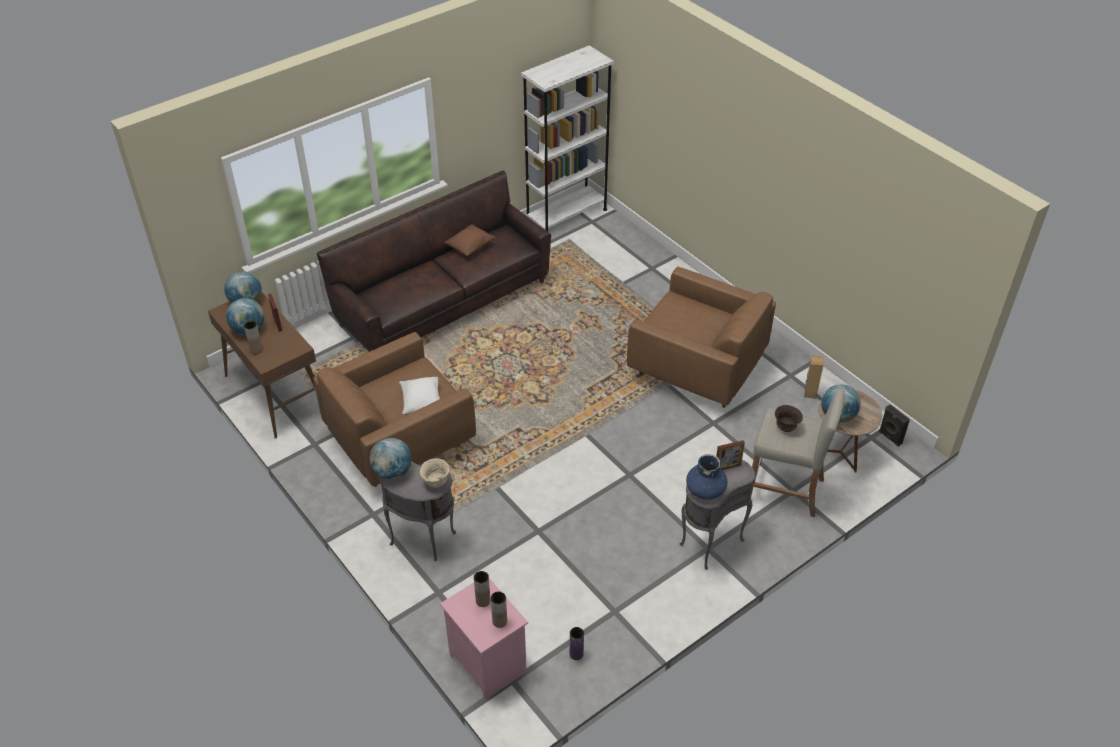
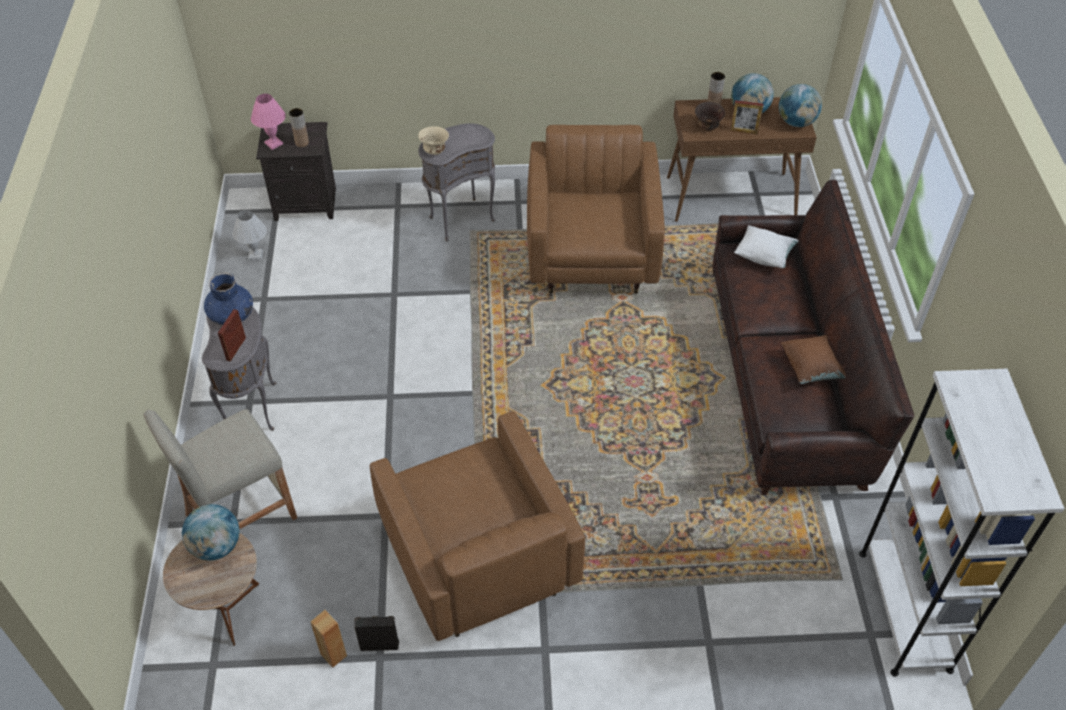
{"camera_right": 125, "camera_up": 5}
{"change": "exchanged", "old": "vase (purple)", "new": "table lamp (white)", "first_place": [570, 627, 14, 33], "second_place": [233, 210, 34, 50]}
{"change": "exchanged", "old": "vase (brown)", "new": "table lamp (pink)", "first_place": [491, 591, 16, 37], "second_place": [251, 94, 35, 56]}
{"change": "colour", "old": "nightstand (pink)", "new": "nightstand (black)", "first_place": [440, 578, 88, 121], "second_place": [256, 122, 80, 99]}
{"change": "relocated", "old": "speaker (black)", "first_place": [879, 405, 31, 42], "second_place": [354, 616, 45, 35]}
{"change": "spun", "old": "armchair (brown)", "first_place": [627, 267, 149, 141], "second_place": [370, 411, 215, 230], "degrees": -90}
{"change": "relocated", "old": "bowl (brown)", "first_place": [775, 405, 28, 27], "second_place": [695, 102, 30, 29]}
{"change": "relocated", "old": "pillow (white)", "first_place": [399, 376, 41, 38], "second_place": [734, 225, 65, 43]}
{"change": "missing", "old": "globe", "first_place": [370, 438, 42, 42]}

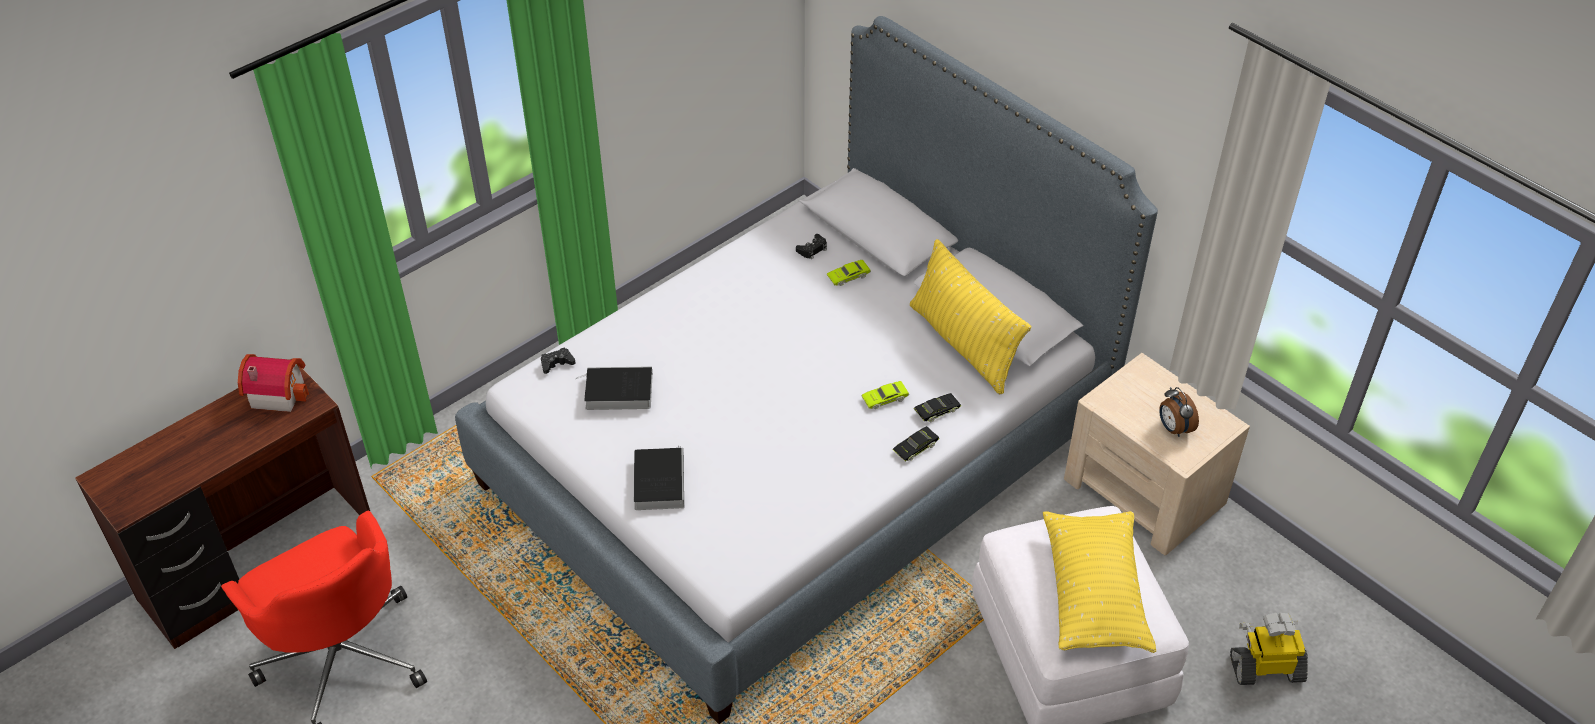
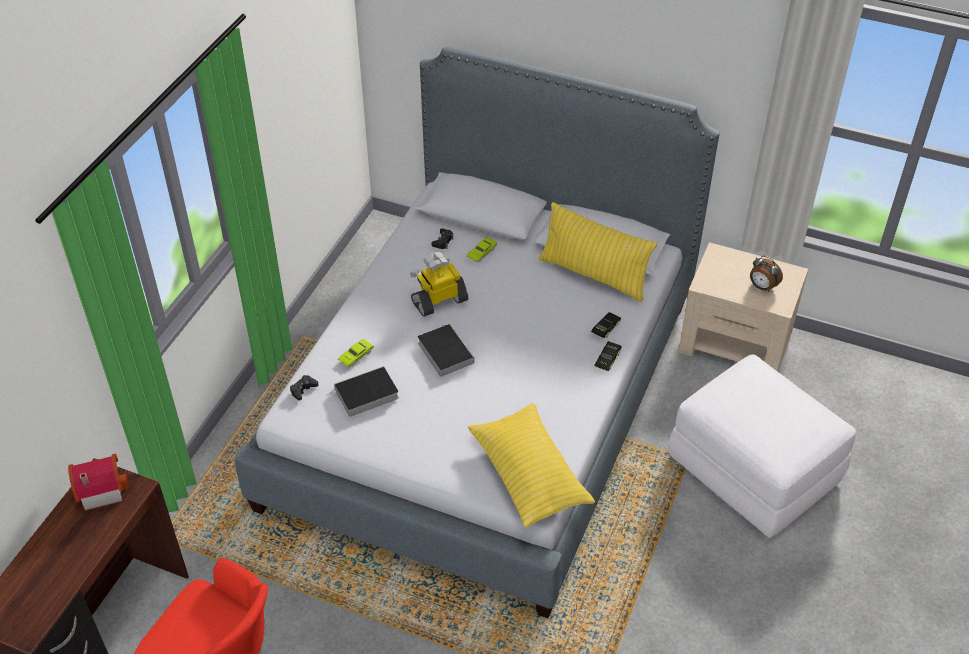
{"camera_right": -25, "camera_up": 0}
{"change": "relocated", "old": "toy car (green)", "first_place": [861, 381, 48, 28], "second_place": [338, 339, 36, 28]}
{"change": "relocated", "old": "toy robot", "first_place": [1230, 613, 78, 72], "second_place": [410, 252, 58, 65]}
{"change": "relocated", "old": "book", "first_place": [634, 446, 50, 64], "second_place": [418, 324, 56, 53]}
{"change": "relocated", "old": "pillow (yellow)", "first_place": [1043, 511, 113, 142], "second_place": [468, 403, 127, 124]}

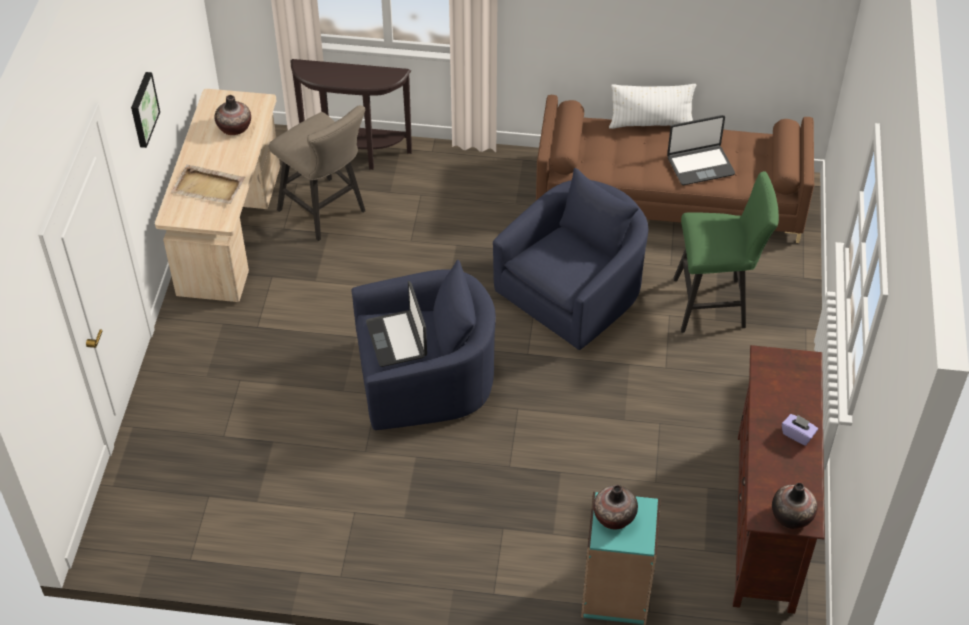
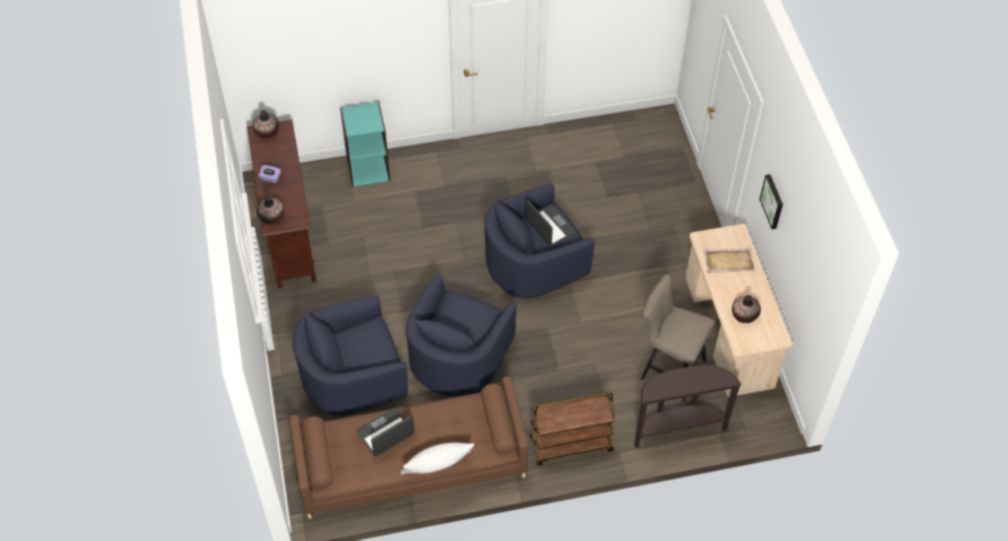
{"camera_right": 160, "camera_up": 5}
{"change": "relocated", "old": "vase", "first_place": [594, 485, 44, 44], "second_place": [257, 195, 28, 29]}
{"change": "exchanged", "old": "stool (green)", "new": "armchair (blue)", "first_place": [673, 171, 106, 162], "second_place": [293, 296, 115, 120]}
{"change": "appeared", "new": "cart (brown)", "second_place": [529, 393, 86, 73]}

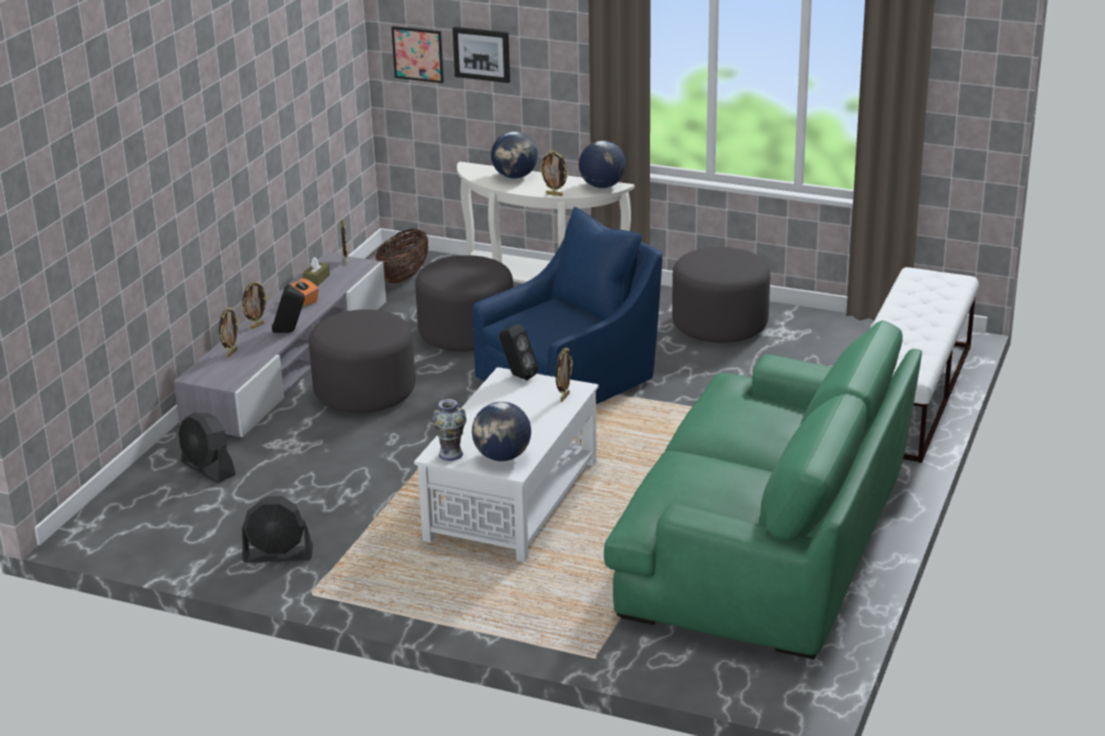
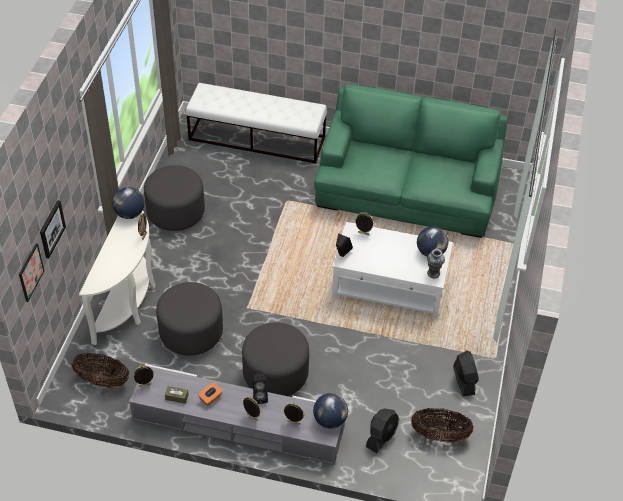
{"camera_right": -100, "camera_up": 20}
{"change": "relocated", "old": "globe", "first_place": [491, 131, 47, 48], "second_place": [313, 393, 35, 36]}
{"change": "appeared", "new": "basket", "second_place": [411, 408, 63, 34]}
{"change": "missing", "old": "armchair (blue)", "first_place": [473, 207, 190, 197]}

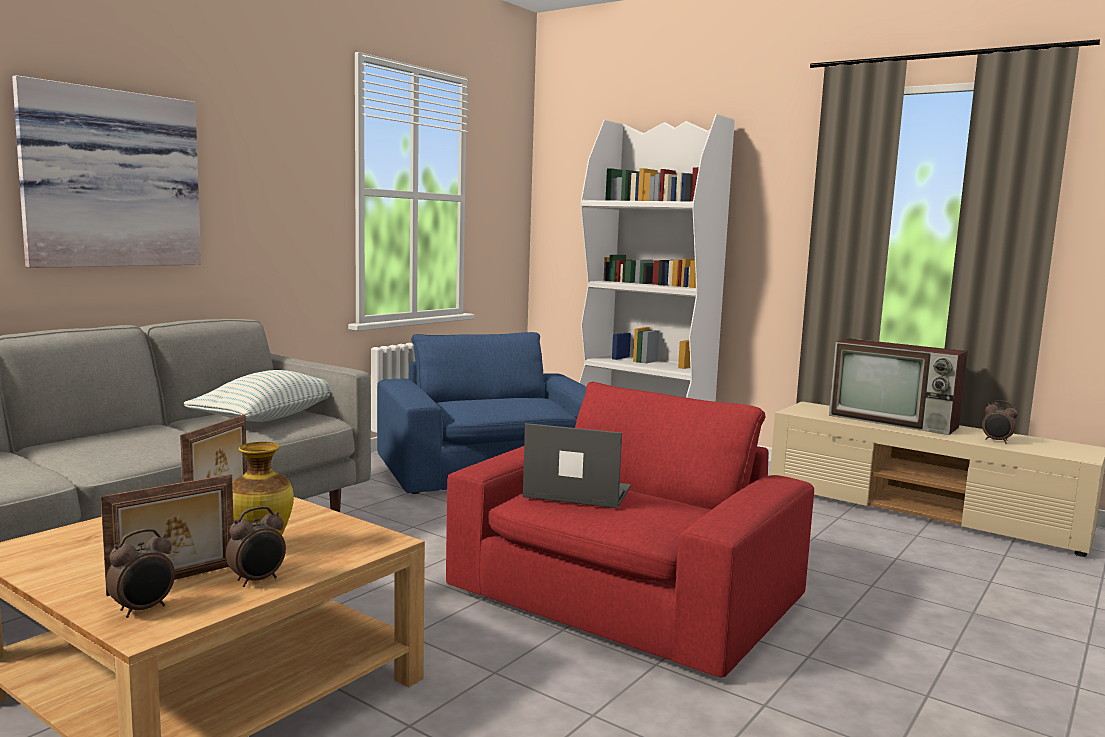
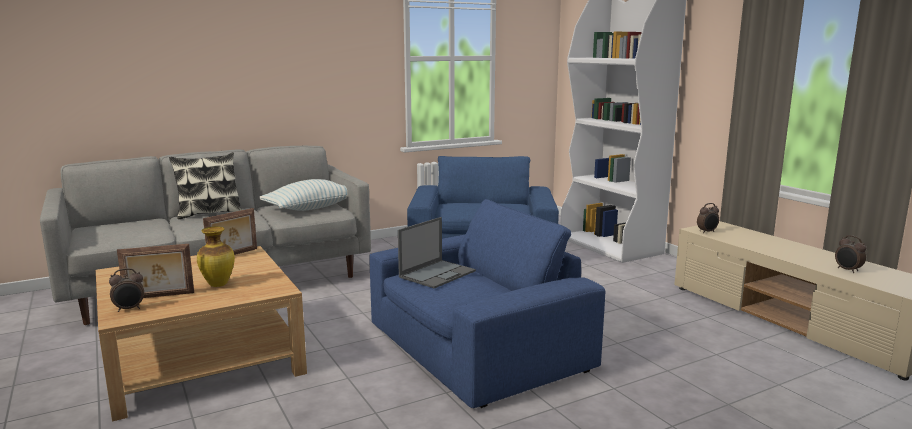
{"camera_right": 25, "camera_up": 5}
{"change": "appeared", "new": "pillow", "second_place": [169, 152, 74, 67]}
{"change": "colour", "old": "armchair (red)", "new": "armchair (blue)", "first_place": [446, 382, 368, 295], "second_place": [369, 199, 236, 209]}
{"change": "spun", "old": "laptop", "first_place": [523, 423, 108, 85], "second_place": [398, 217, 78, 72], "degrees": 90}
{"change": "relocated", "old": "alarm clock", "first_place": [226, 506, 60, 81], "second_place": [697, 203, 22, 30]}
{"change": "missing", "old": "picture", "first_place": [12, 75, 189, 193]}
{"change": "missing", "old": "television", "first_place": [829, 338, 139, 97]}

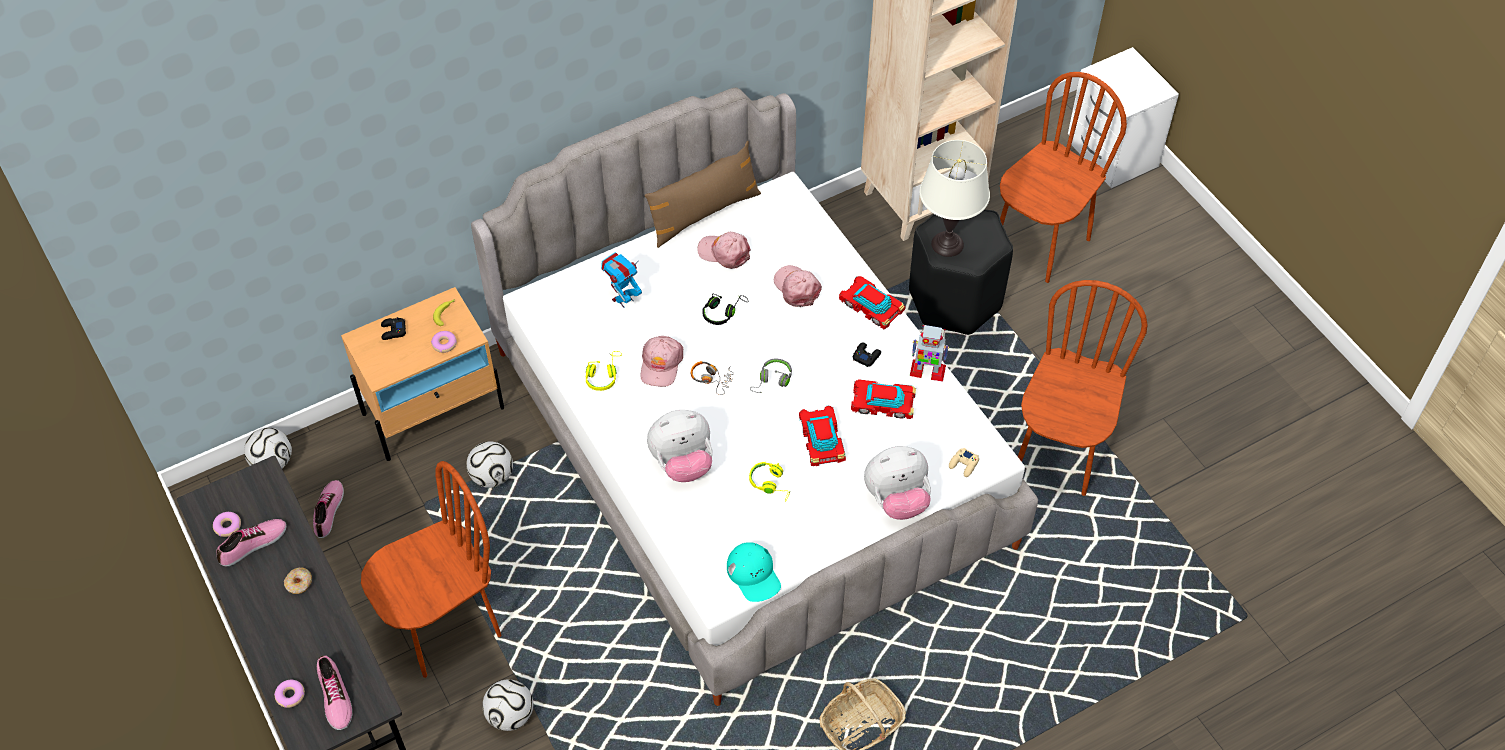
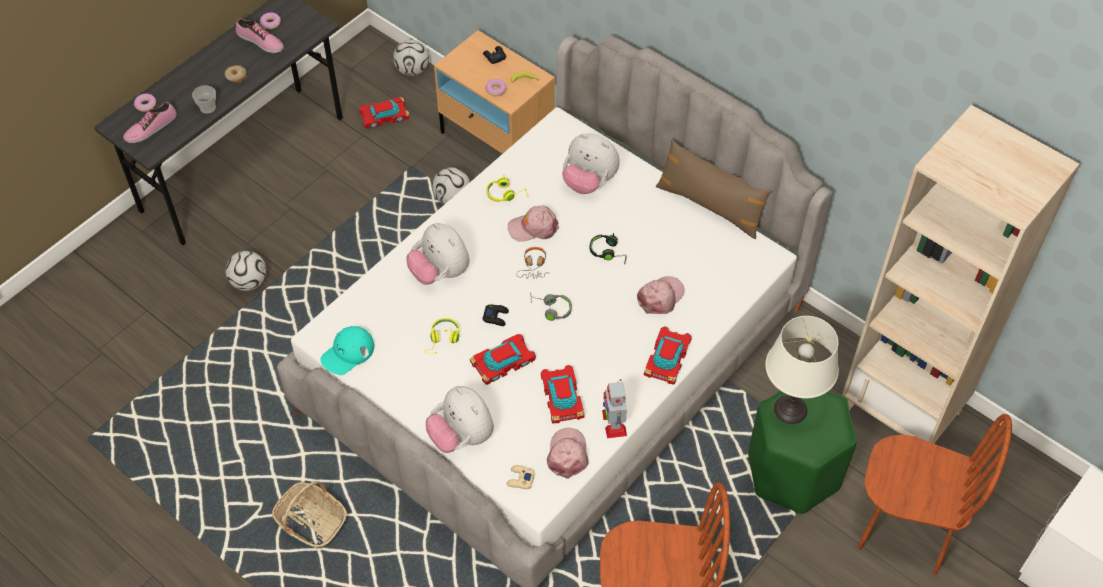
{"camera_right": 70, "camera_up": 0}
{"change": "appeared", "new": "cup", "second_place": [192, 85, 24, 29]}
{"change": "exchanged", "old": "shoe", "new": "toy car", "first_place": [313, 480, 31, 58], "second_place": [359, 97, 51, 32]}
{"change": "relocated", "old": "game controller (black)", "first_place": [853, 342, 28, 25], "second_place": [482, 305, 27, 21]}
{"change": "relocated", "old": "cap (pink)", "first_place": [697, 232, 54, 37], "second_place": [547, 428, 42, 51]}
{"change": "exchanged", "old": "toy robot", "new": "plush toy", "first_place": [601, 252, 41, 56], "second_place": [562, 133, 58, 61]}
{"change": "colour", "old": "stool (black)", "new": "stool (green)", "first_place": [909, 209, 104, 126], "second_place": [748, 391, 109, 123]}
{"change": "missing", "old": "chair (brown)", "first_place": [361, 461, 140, 217]}

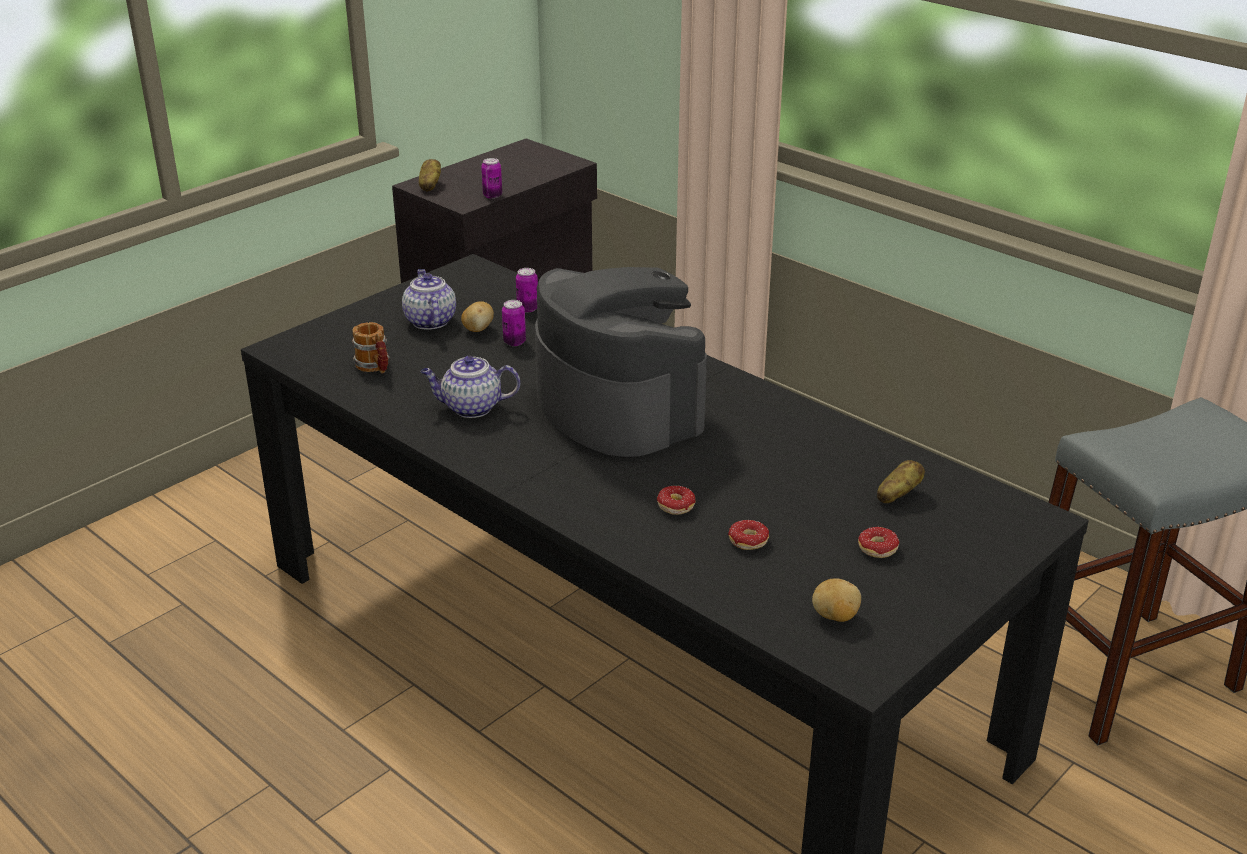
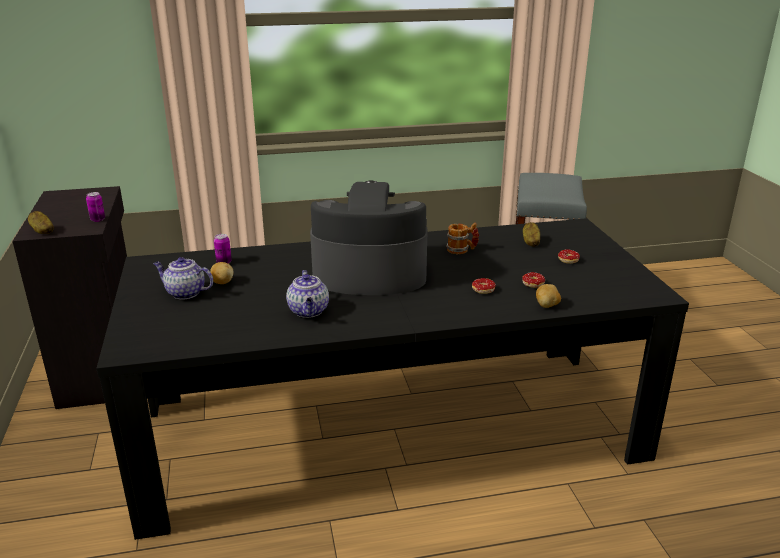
{"camera_right": -55, "camera_up": -5}
{"change": "spun", "old": "teapot", "first_place": [421, 356, 99, 62], "second_place": [286, 270, 43, 48], "degrees": -45}
{"change": "relocated", "old": "mug", "first_place": [352, 322, 37, 51], "second_place": [446, 223, 33, 31]}
{"change": "relocated", "old": "potato", "first_place": [812, 578, 49, 44], "second_place": [536, 284, 25, 24]}
{"change": "missing", "old": "can", "first_place": [502, 300, 24, 46]}

